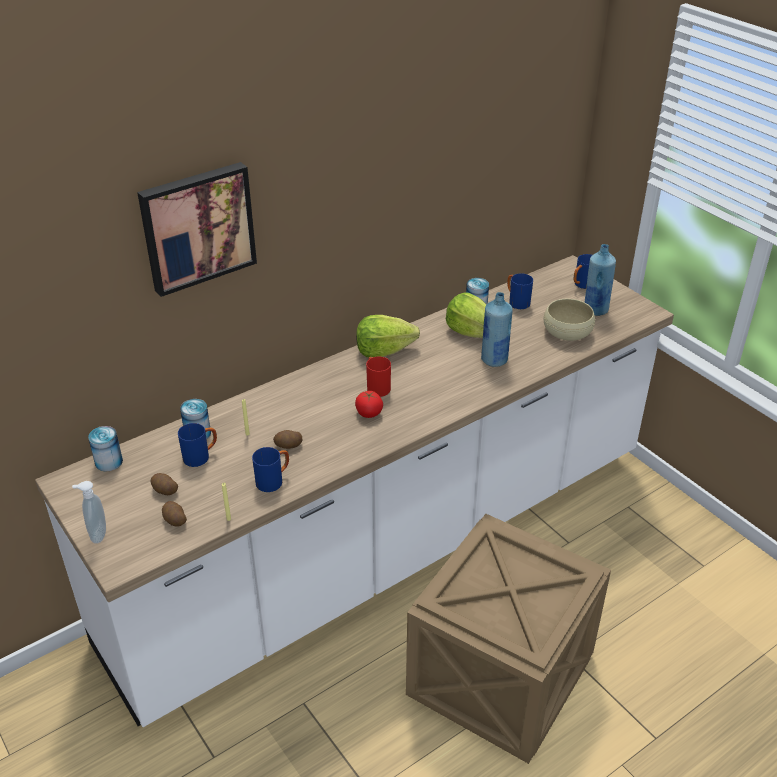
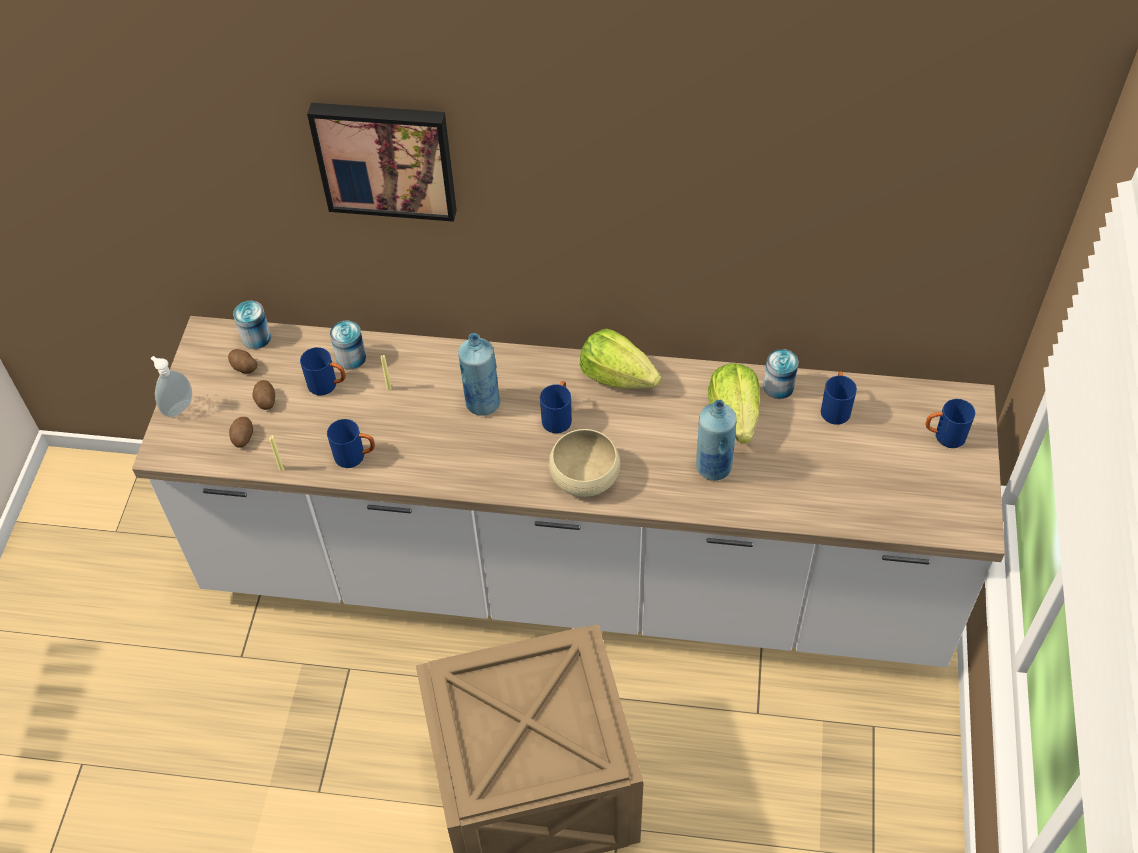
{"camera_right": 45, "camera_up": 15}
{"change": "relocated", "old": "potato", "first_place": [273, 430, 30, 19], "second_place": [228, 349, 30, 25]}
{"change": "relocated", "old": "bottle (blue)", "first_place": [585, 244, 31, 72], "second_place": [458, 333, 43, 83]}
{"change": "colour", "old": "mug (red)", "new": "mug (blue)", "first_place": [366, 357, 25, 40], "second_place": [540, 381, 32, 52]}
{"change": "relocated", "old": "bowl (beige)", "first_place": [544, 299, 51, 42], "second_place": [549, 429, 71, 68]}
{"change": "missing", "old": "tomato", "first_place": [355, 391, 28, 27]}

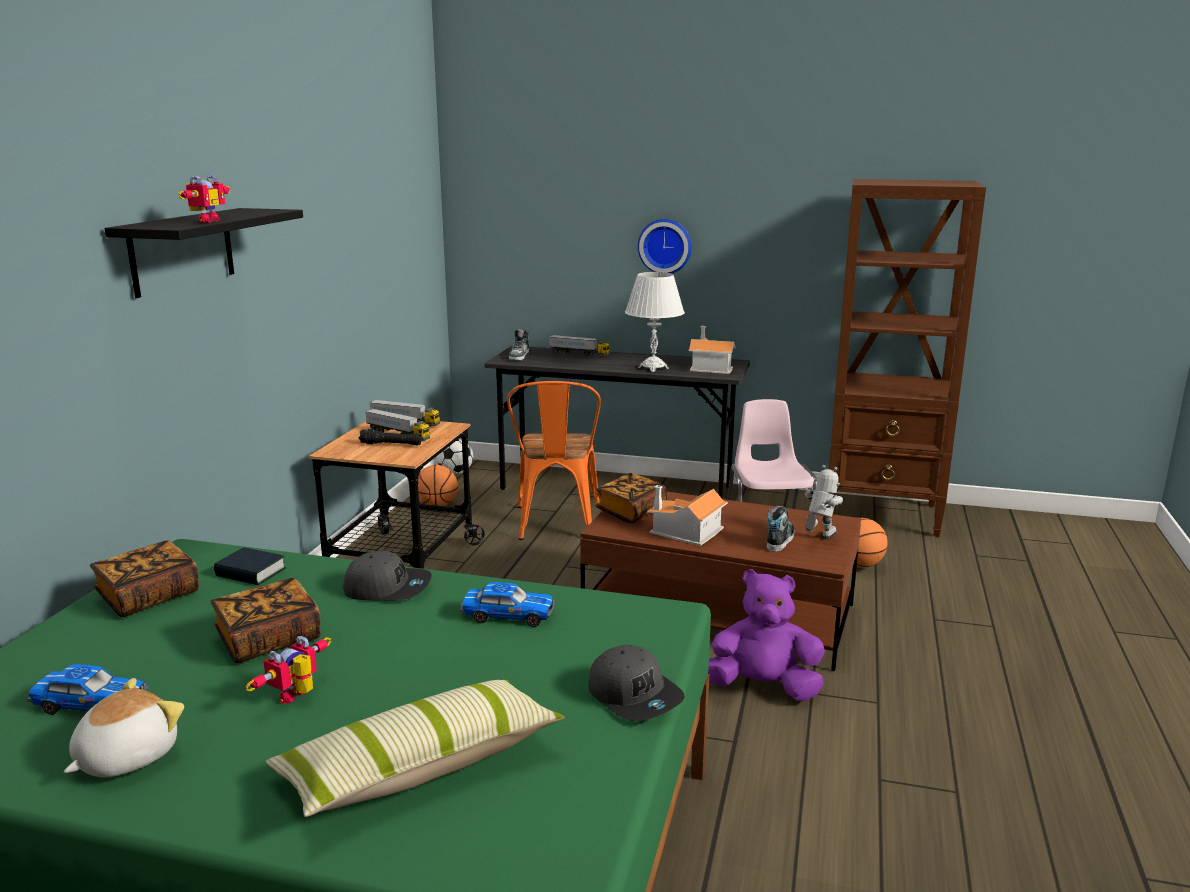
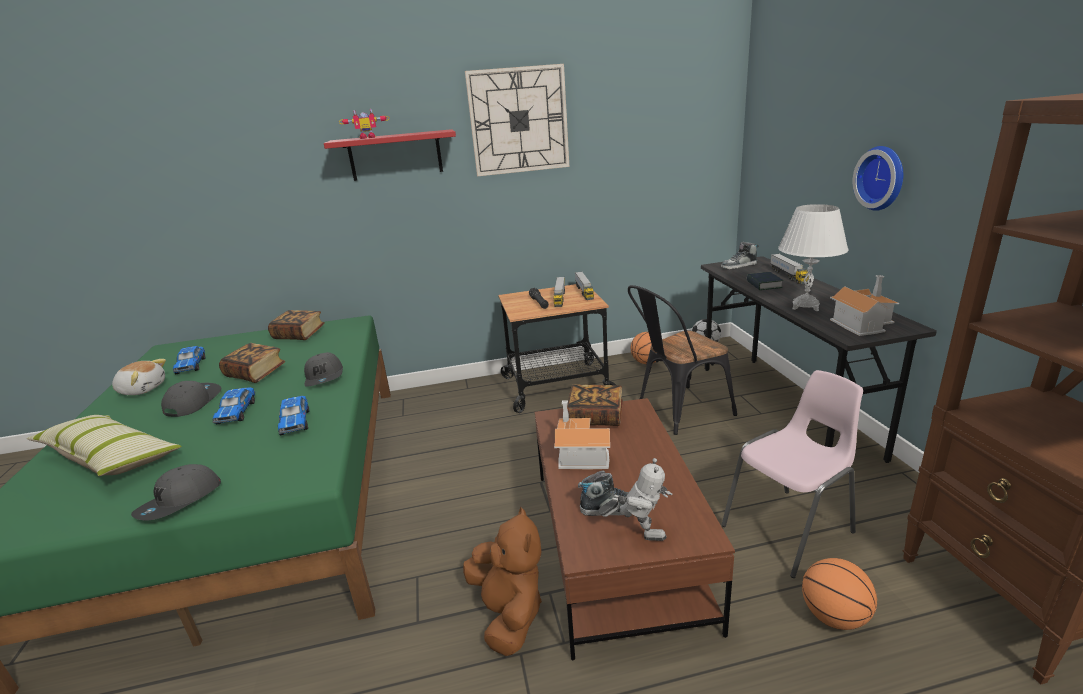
{"camera_right": 65, "camera_up": 5}
{"change": "exchanged", "old": "toy robot", "new": "cap (grey)", "first_place": [246, 636, 85, 68], "second_place": [161, 381, 60, 36]}
{"change": "appeared", "new": "toy car", "second_place": [212, 387, 44, 37]}
{"change": "colour", "old": "shelf (black)", "new": "shelf (red)", "first_place": [104, 208, 199, 90], "second_place": [324, 129, 132, 52]}
{"change": "colour", "old": "plush toy (purple)", "new": "plush toy (brown)", "first_place": [708, 569, 117, 132], "second_place": [463, 507, 79, 149]}
{"change": "appeared", "new": "wall clock", "second_place": [465, 64, 104, 112]}
{"change": "colour", "old": "chair (orange)", "new": "chair (black)", "first_place": [507, 381, 94, 159], "second_place": [628, 285, 109, 150]}
{"change": "relocated", "old": "book", "first_place": [214, 547, 72, 38], "second_place": [747, 272, 36, 18]}

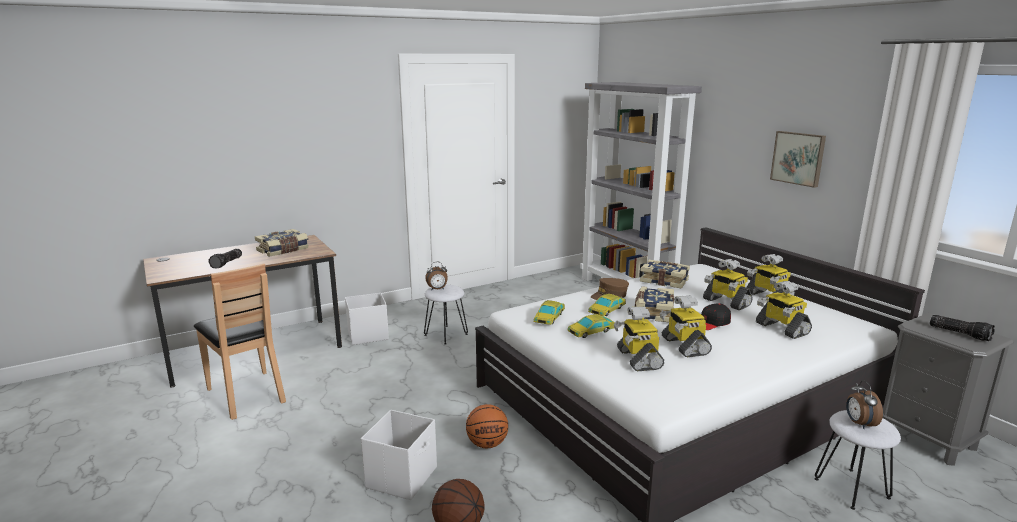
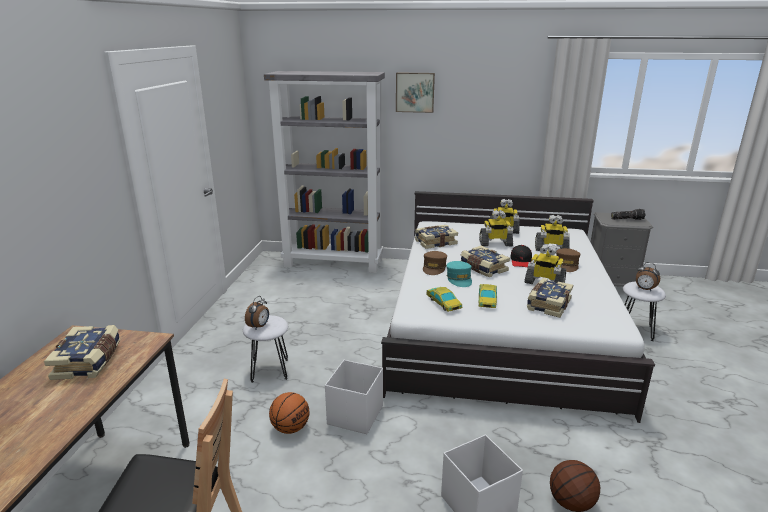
{"camera_right": -50, "camera_up": 5}
{"change": "relocated", "old": "basketball", "first_place": [466, 404, 42, 44], "second_place": [269, 392, 40, 42]}
{"change": "relocated", "old": "storage box (white)", "first_place": [345, 293, 44, 52], "second_place": [325, 360, 58, 74]}
{"change": "relocated", "old": "picture", "first_place": [770, 131, 56, 57], "second_place": [396, 72, 39, 41]}
{"change": "exchanged", "old": "toy car", "new": "cap (turquoise)", "first_place": [588, 293, 38, 23], "second_place": [447, 261, 25, 26]}
{"change": "exchanged", "old": "toy robot", "new": "book", "first_place": [614, 307, 50, 64], "second_place": [527, 278, 46, 40]}
{"change": "appeared", "new": "cap (brown)", "second_place": [556, 248, 24, 24]}
{"change": "missing", "old": "flashlight", "first_place": [208, 249, 34, 20]}

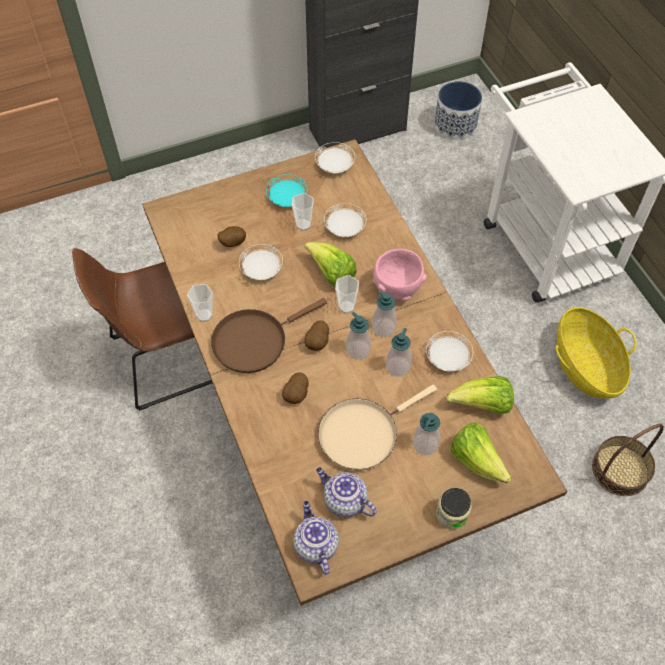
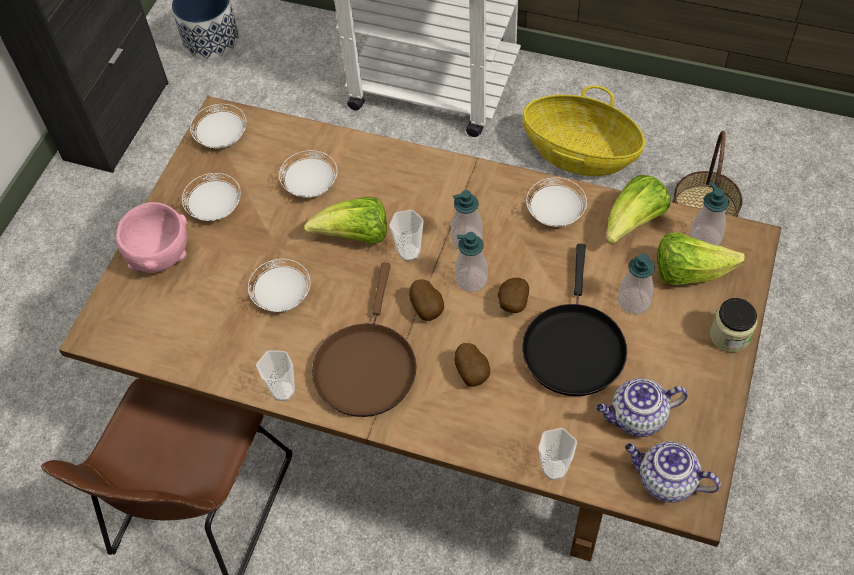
{"camera_right": -45, "camera_up": 0}
{"change": "relocated", "old": "bowl (pink)", "first_place": [373, 249, 54, 52], "second_place": [116, 202, 71, 71]}
{"change": "colour", "old": "plate (turquoise)", "new": "plate (white)", "first_place": [266, 174, 41, 33], "second_place": [182, 173, 59, 48]}
{"change": "relocated", "old": "potato", "first_place": [218, 226, 28, 21], "second_place": [498, 278, 31, 35]}
{"change": "colour", "old": "frying pan (beige)", "new": "frying pan (black)", "first_place": [318, 385, 119, 86], "second_place": [522, 244, 105, 152]}
{"change": "relocated", "old": "cup", "first_place": [291, 193, 23, 38], "second_place": [538, 428, 39, 53]}
{"change": "relocated", "old": "soap dispenser", "first_place": [386, 328, 25, 49], "second_place": [690, 182, 39, 64]}

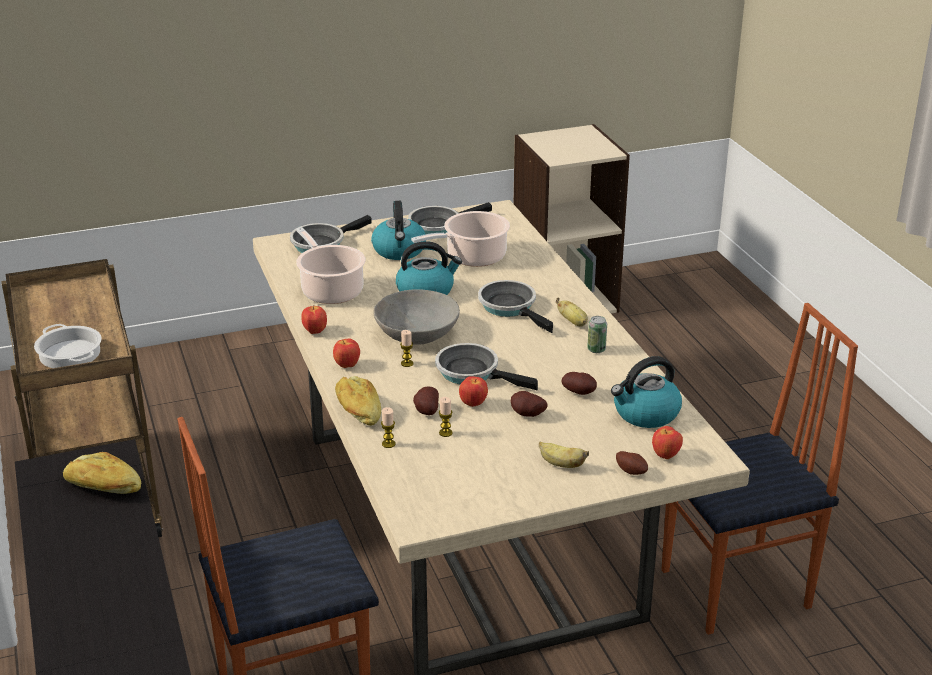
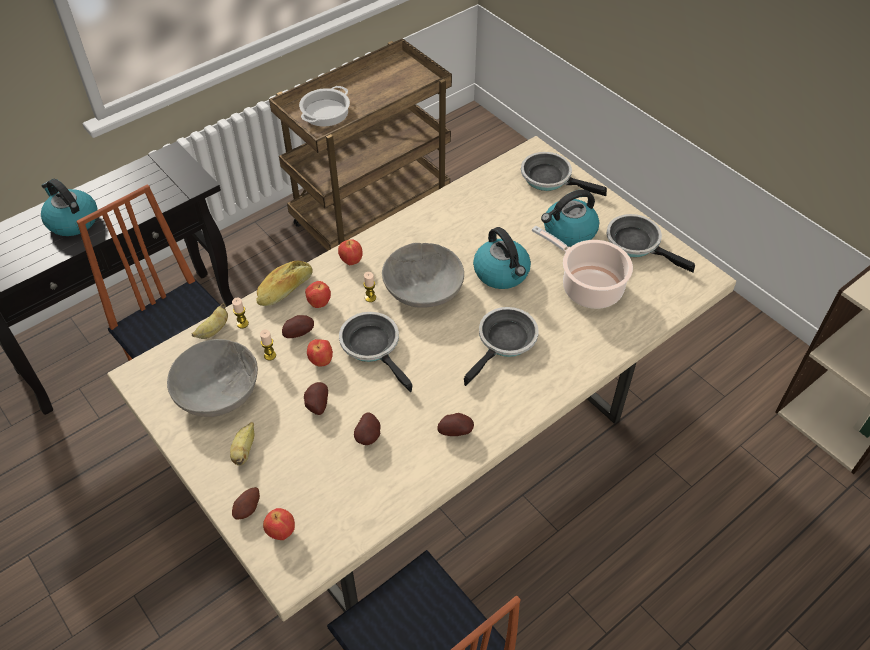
{"camera_right": 70, "camera_up": 20}
{"change": "relocated", "old": "kettle", "first_place": [611, 356, 71, 72], "second_place": [41, 179, 56, 57]}
{"change": "appeared", "new": "bowl (grey)", "second_place": [167, 339, 91, 78]}
{"change": "relocated", "old": "banana", "first_place": [556, 298, 32, 28], "second_place": [192, 303, 36, 36]}
{"change": "relocated", "old": "apple", "first_place": [302, 305, 25, 29], "second_place": [305, 281, 26, 27]}
{"change": "spun", "old": "frying pan", "first_place": [435, 343, 103, 47], "second_place": [339, 312, 73, 80], "degrees": -45}
{"change": "exchanged", "old": "can", "new": "potato", "first_place": [587, 316, 20, 37], "second_place": [437, 413, 37, 23]}
{"change": "missing", "old": "bread", "first_place": [63, 452, 78, 42]}
{"change": "missing", "old": "cooking pot", "first_place": [296, 227, 70, 77]}

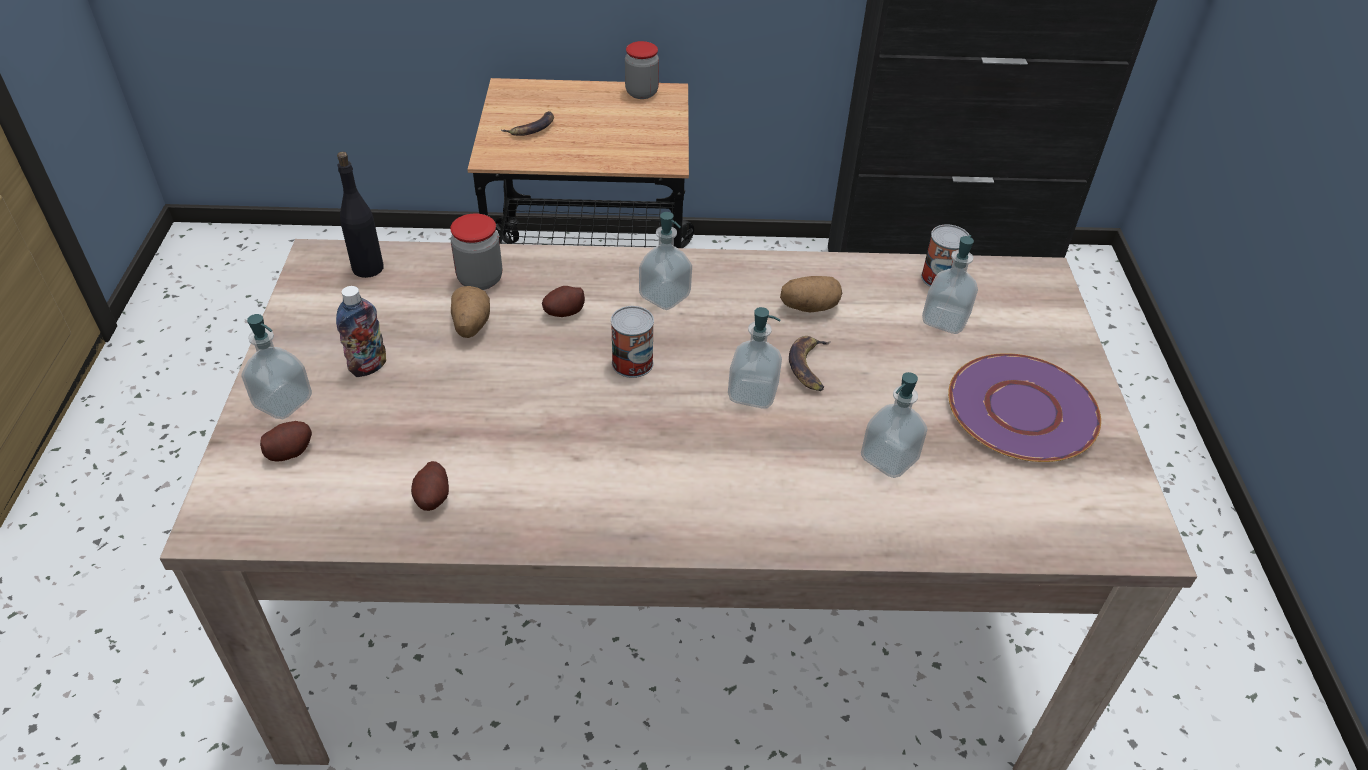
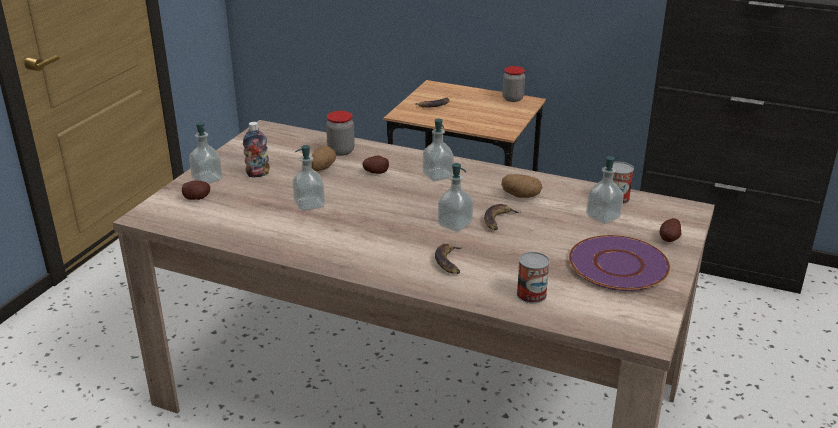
{"camera_right": 25, "camera_up": -15}
{"change": "relocated", "old": "soap dispenser", "first_place": [861, 372, 66, 106], "second_place": [292, 145, 33, 66]}
{"change": "appeared", "new": "banana", "second_place": [435, 244, 28, 30]}
{"change": "relocated", "old": "can", "first_place": [611, 306, 43, 72], "second_place": [517, 252, 33, 52]}
{"change": "relocated", "old": "potato", "first_place": [411, 461, 38, 50], "second_place": [660, 218, 21, 24]}
{"change": "missing", "old": "bottle (black)", "first_place": [337, 152, 47, 126]}

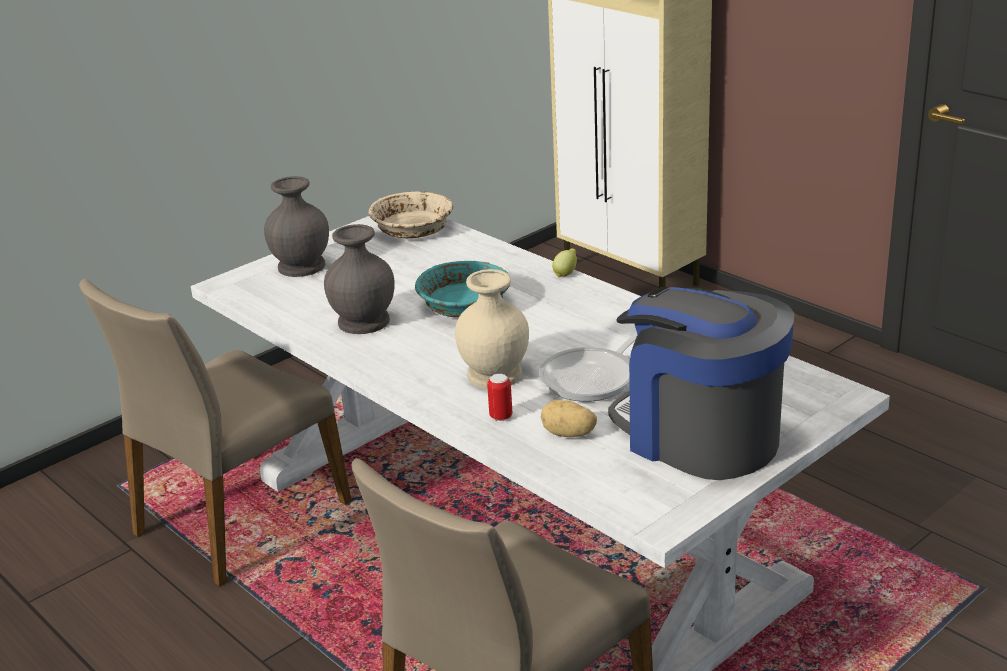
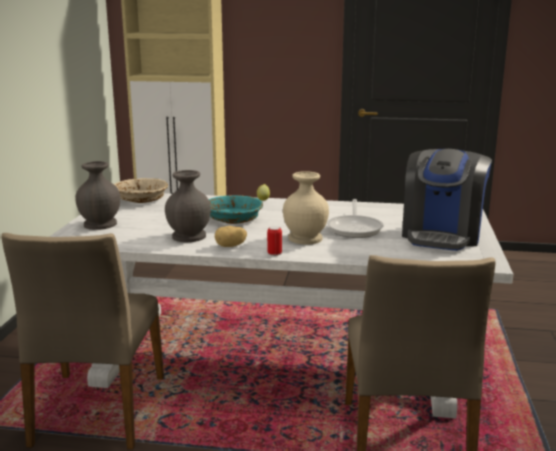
{"camera_right": -40, "camera_up": -10}
{"change": "relocated", "old": "potato", "first_place": [541, 400, 56, 37], "second_place": [215, 226, 32, 21]}
{"change": "relocated", "old": "can", "first_place": [487, 374, 25, 47], "second_place": [267, 226, 15, 30]}
{"change": "spun", "old": "coffee machine", "first_place": [608, 287, 187, 193], "second_place": [402, 149, 90, 102], "degrees": -75}

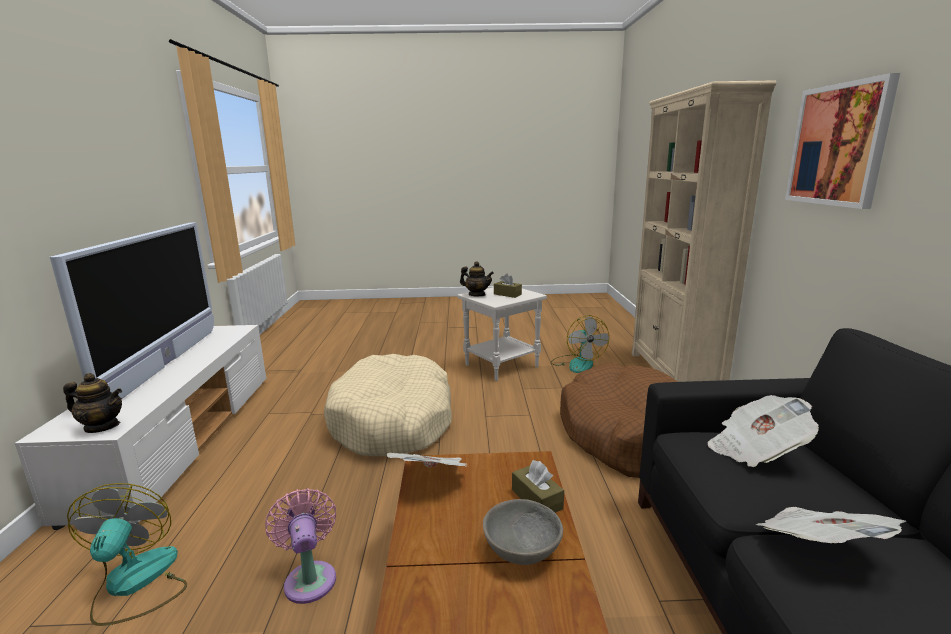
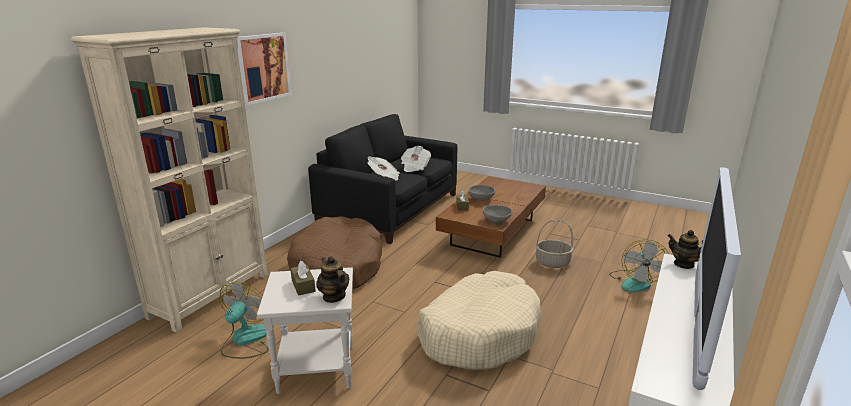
{"camera_right": -150, "camera_up": 5}
{"change": "exchanged", "old": "newspaper", "new": "bowl (grey)", "first_place": [386, 453, 82, 15], "second_place": [482, 205, 31, 18]}
{"change": "exchanged", "old": "fan (pink)", "new": "basket", "first_place": [265, 488, 71, 116], "second_place": [536, 219, 38, 49]}

